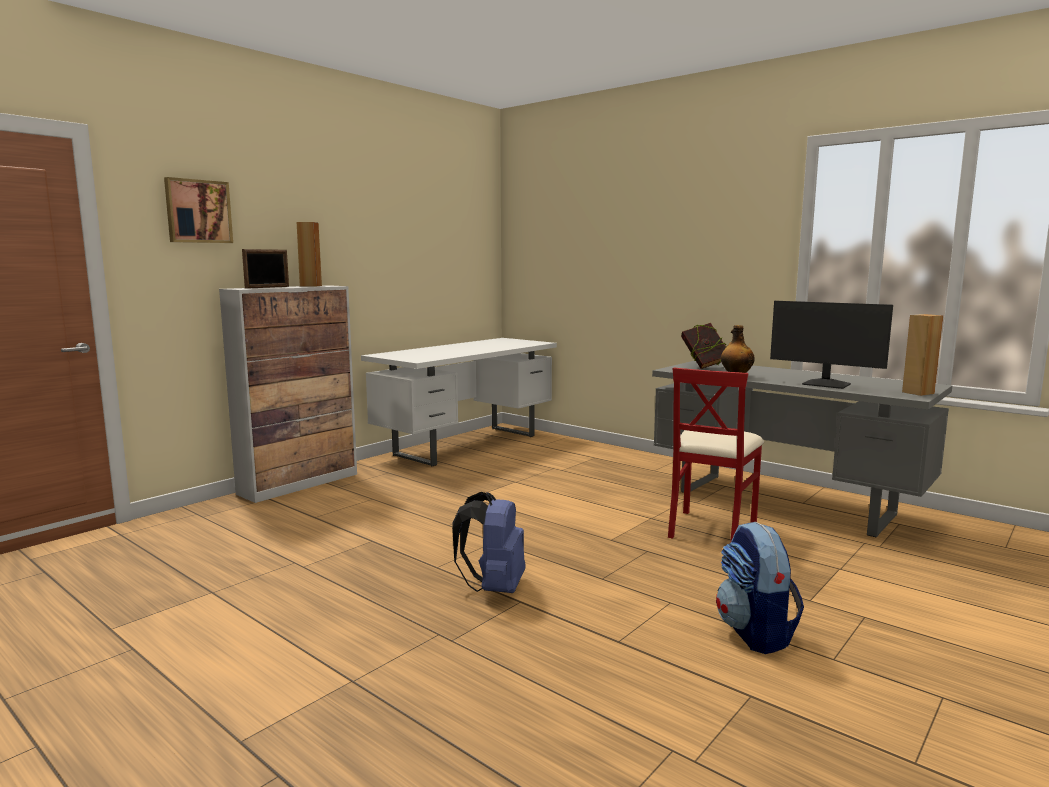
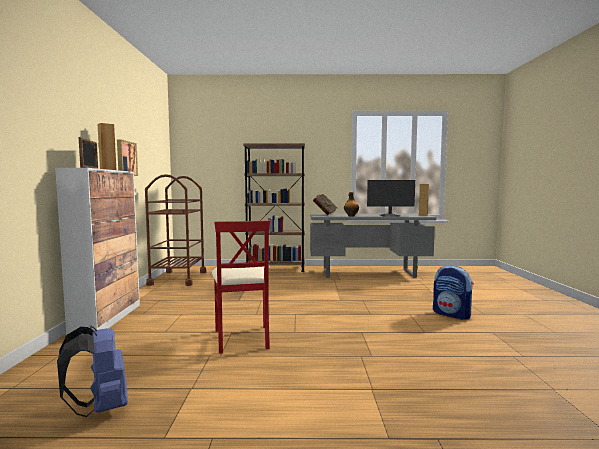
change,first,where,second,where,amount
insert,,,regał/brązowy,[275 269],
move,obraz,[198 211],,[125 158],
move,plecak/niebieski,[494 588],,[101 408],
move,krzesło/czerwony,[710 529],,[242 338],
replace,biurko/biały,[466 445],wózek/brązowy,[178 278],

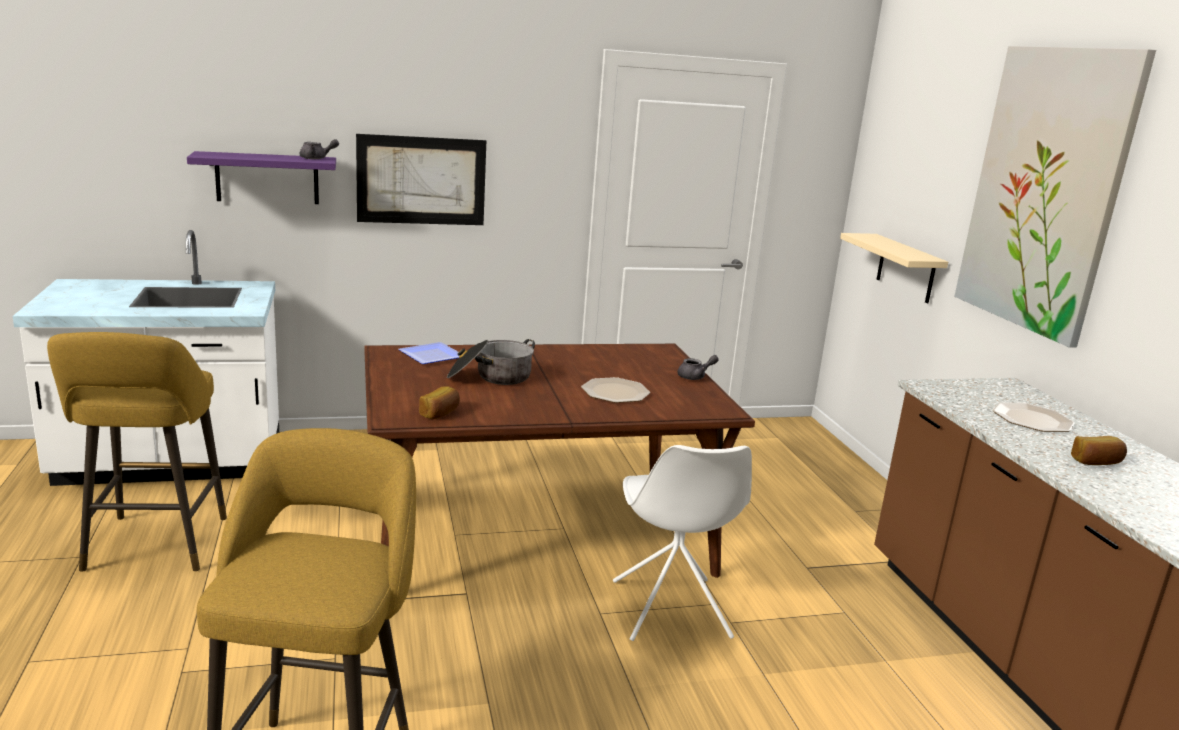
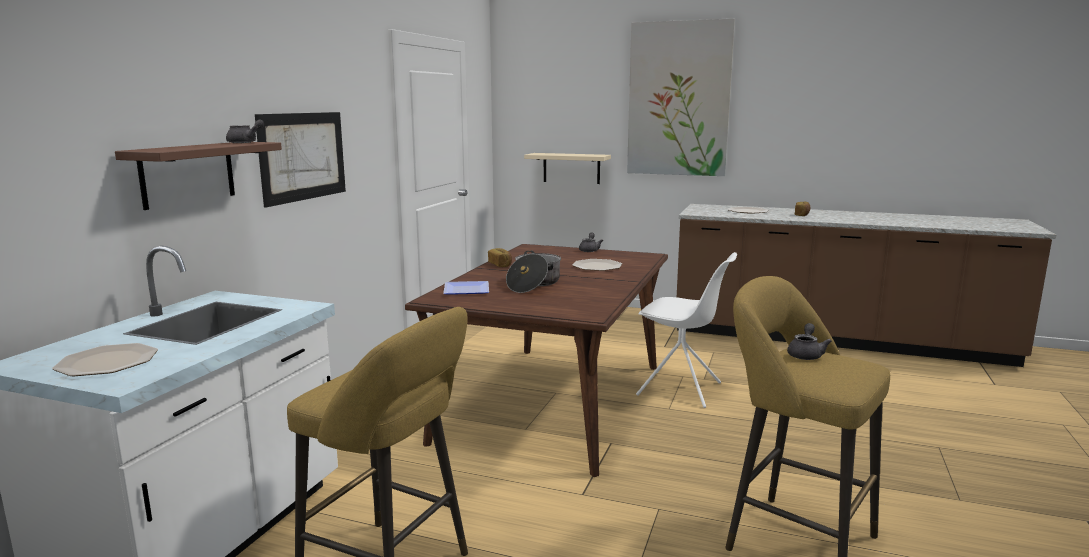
change,first,where,second,where,amount
insert,,,talerz,[106 362],
insert,,,imbryk/szary,[806 354],
move,chleb,[440 413],,[500 265],
recolor,półka/fioletowy,[267 178],półka/brązowy,[188 174],

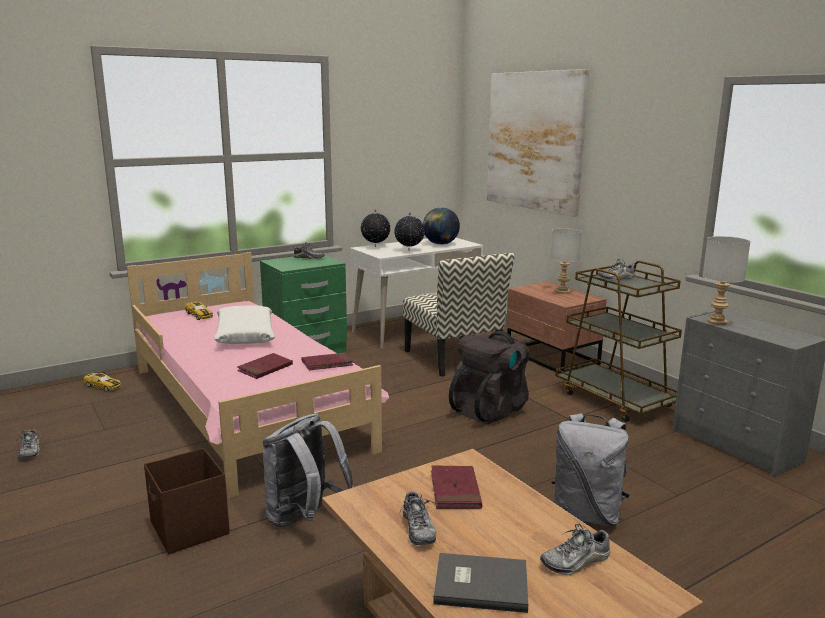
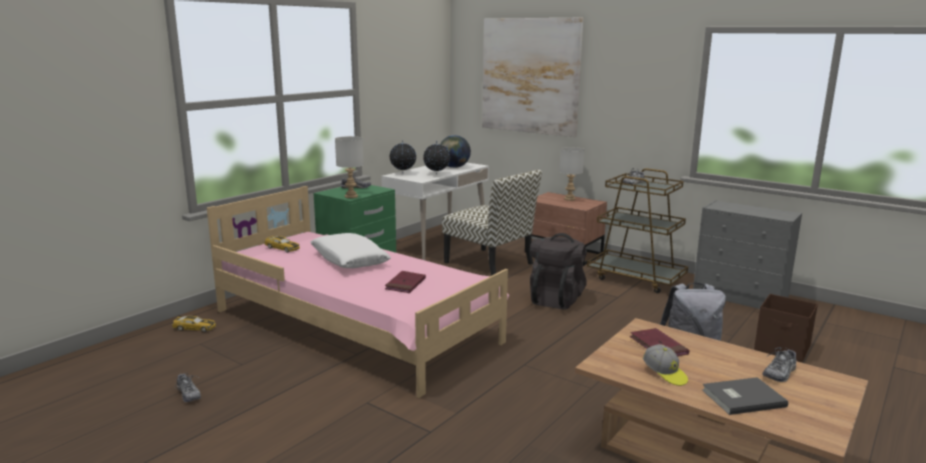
change,first,where,second,where,amount
delete,plecak/szary,[305 518],,,
delete,książka/czerwony,[327 364],,,
move,pojemnik do przechowywania/brązowy,[189 529],,[783 348],
move,lampa stołowa/szary,[717 322],,[351 196],
replace,but,[418 529],czapka z daszkiem,[665 374],

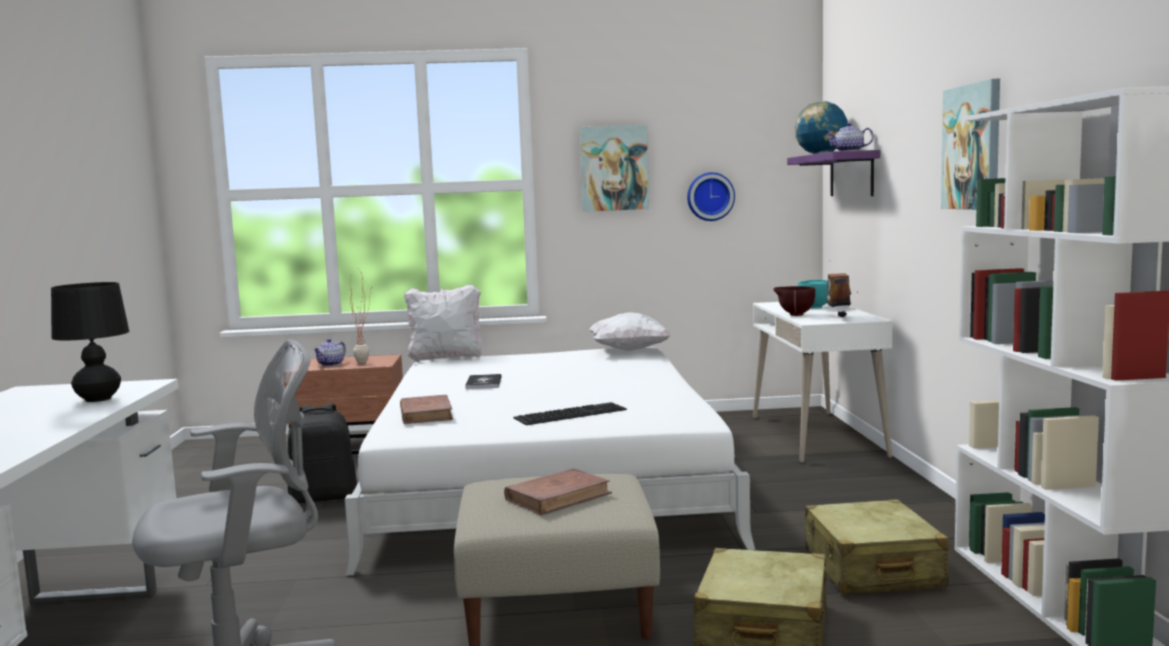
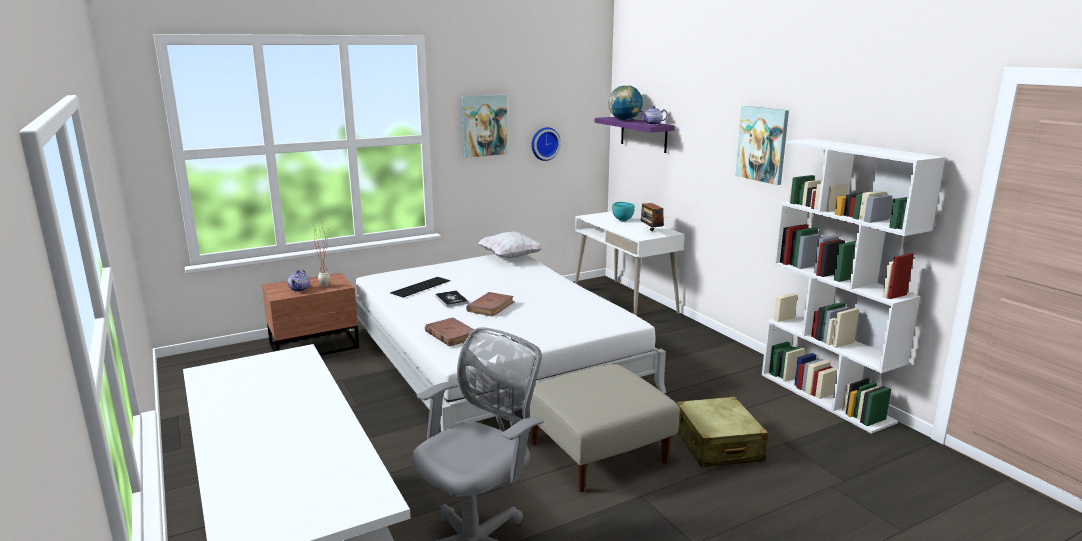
change,first,where,second,where,amount
delete,lampa stołowa/czarny,[98 399],,,
delete,plecak/czarny,[324 497],,,
delete,poduszka/biały,[446 358],,,
delete,miska/brązowy,[794 315],,,
delete,walizka/beżowy,[872 569],,,
move,książka/brązowy,[558 497],,[490 307],
move,klawiatura,[570 413],,[420 286],

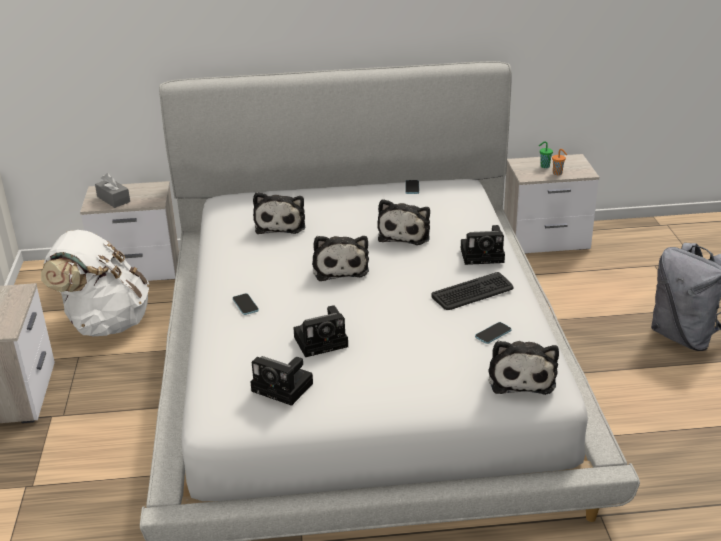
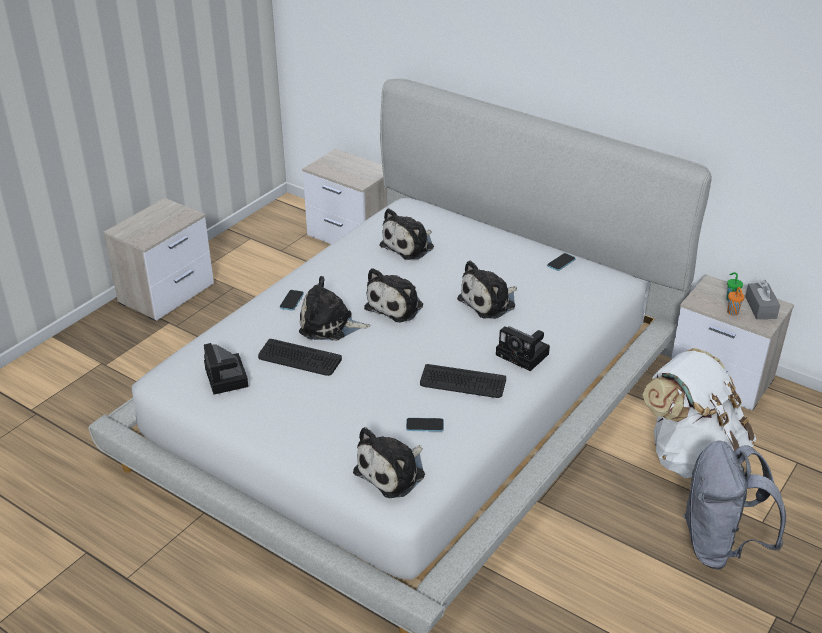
change,first,where,second,where,amount
insert,,,pluszak,[329 325],
move,plecak/biały,[105 323],,[691 456],
move,pudełko chusteczek/szary,[113 199],,[760 308],
replace,aparat fotograficzny,[323 341],klawiatura,[299 358],

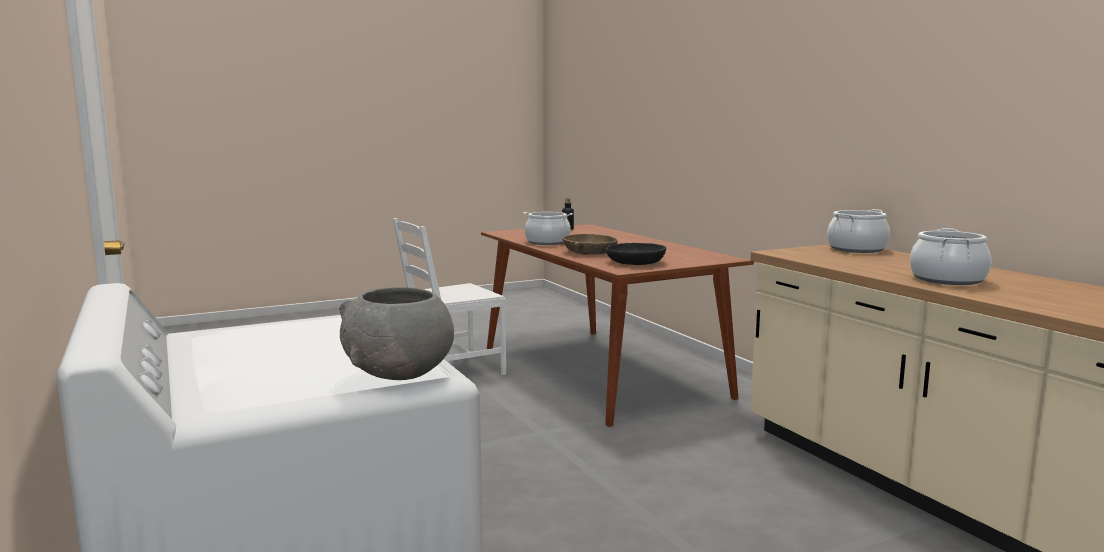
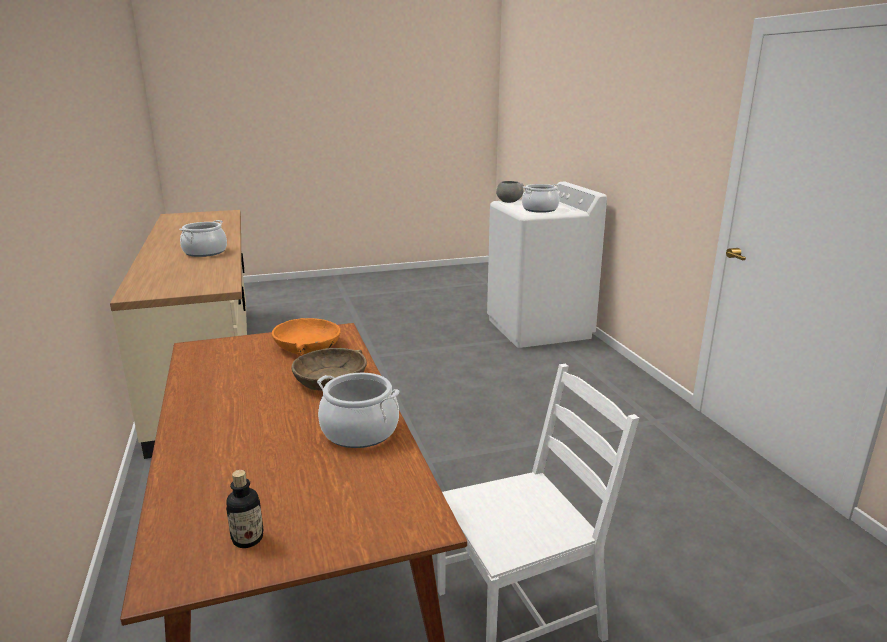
change,first,where,second,where,amount
move,garnek,[856 249],,[540 209],
recolor,miska/czarny,[635 262],miska/pomarańczowy,[307 346],

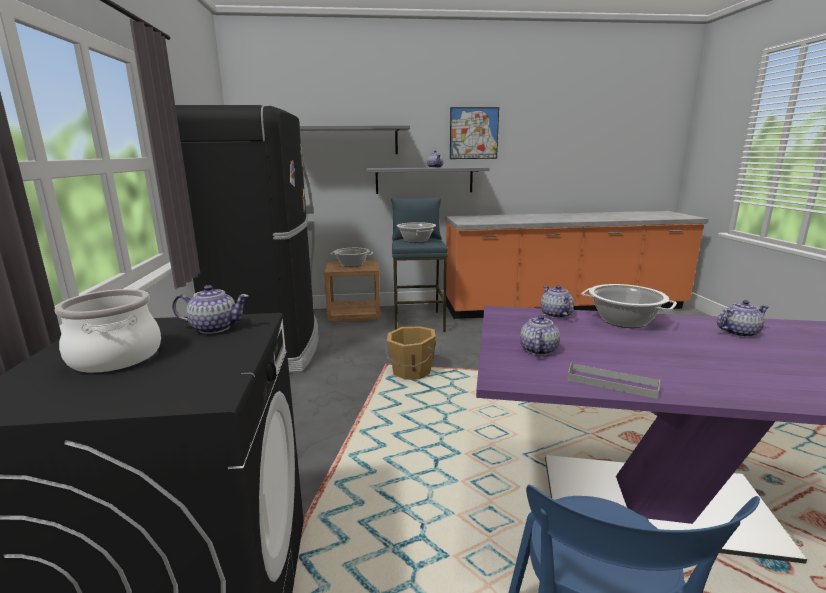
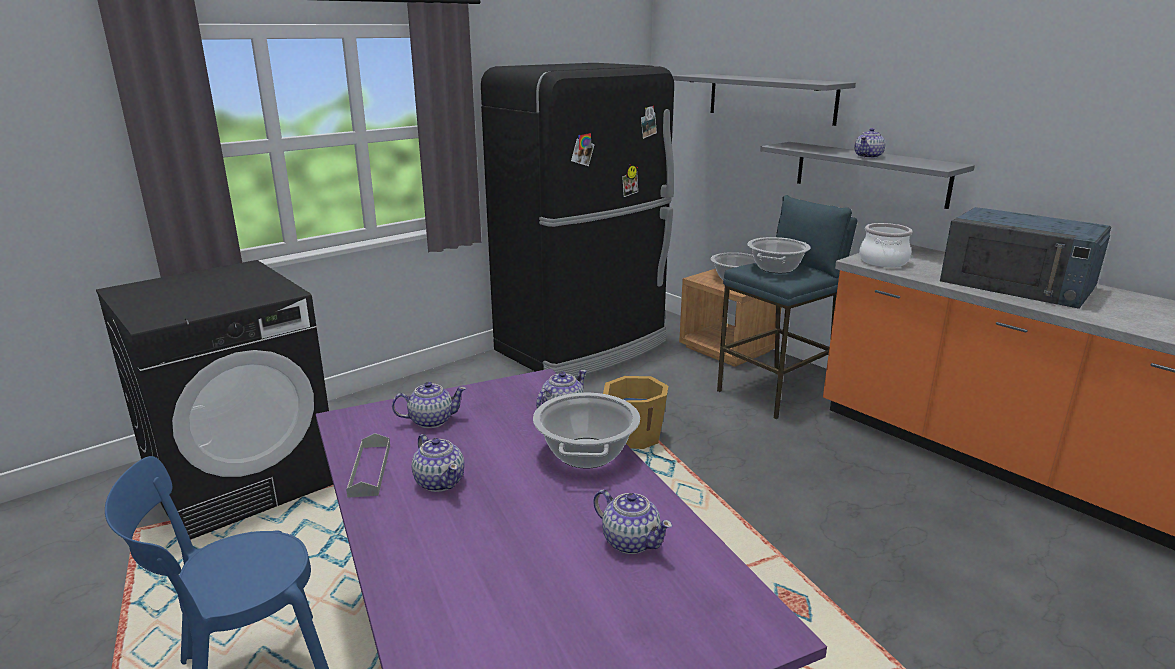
change,first,where,second,where,amount
delete,obraz,[474 133],,,
insert,,,mikrofalówka/niebieski,[1017 284],
move,garnek,[115 357],,[882 261],
move,imbryk,[214 328],,[440 481],

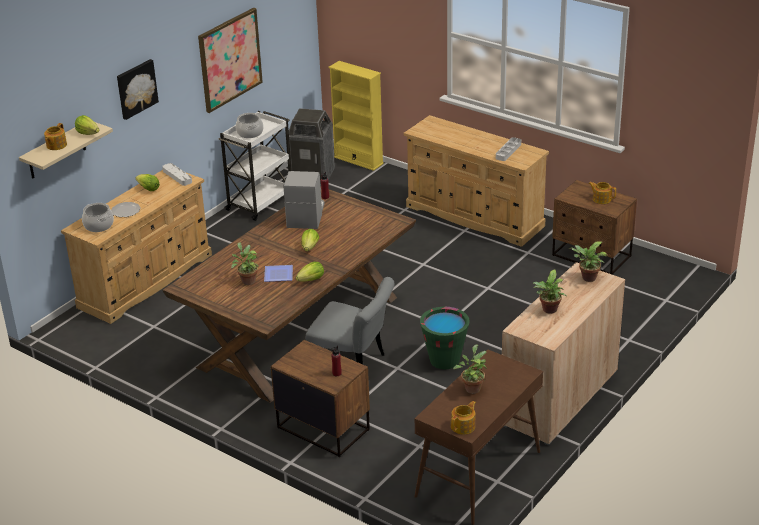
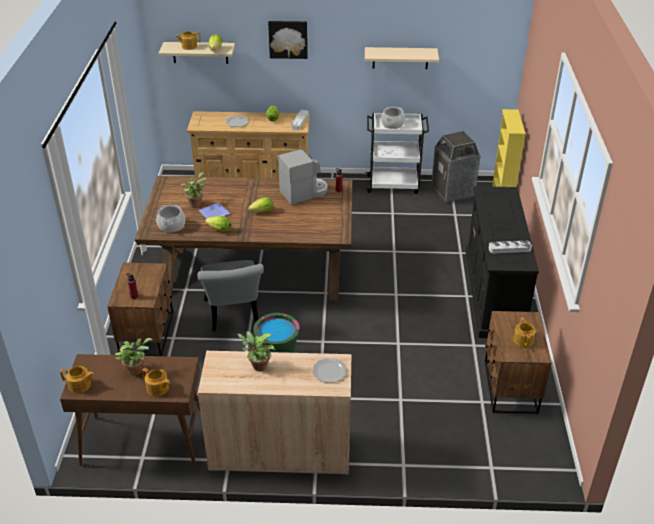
change,first,where,second,where,amount
insert,,,imbryk,[158 388],
move,garnek,[98 225],,[171 225],
replace,obraz,[230 59],półka/beżowy,[400 58],
replace,roślina doniczkowa,[587 278],talerz,[329 371],
recolor,komoda/beżowy,[475 216],komoda/czarny,[493 293],

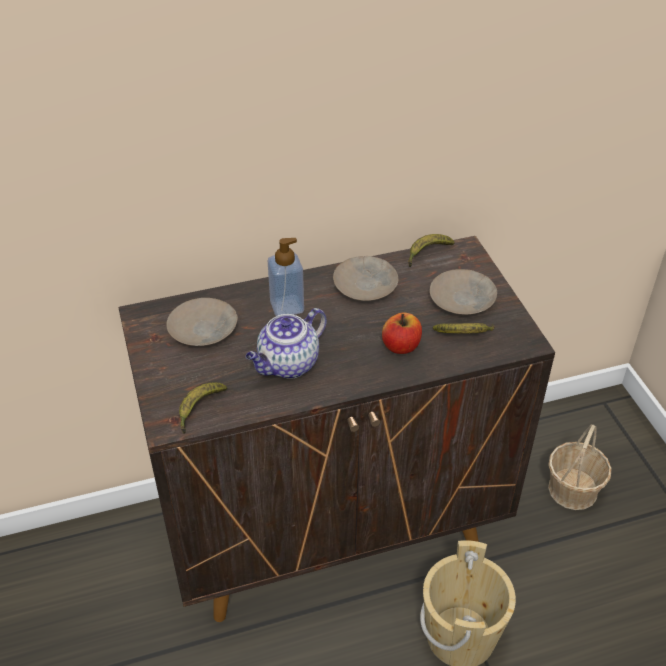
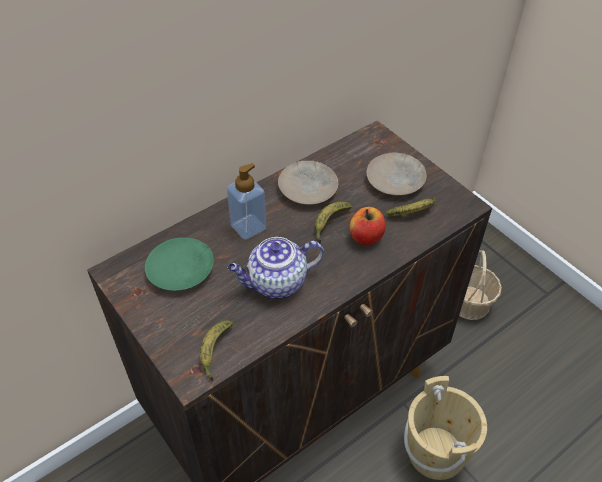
change,first,where,second,where,amount
move,banan,[427 253],,[329 224],
recolor,talerz/beżowy,[204 329],talerz/zielony,[181 269],
rotate,imbryk,[288 365],,[276 283],45 degrees clockwise

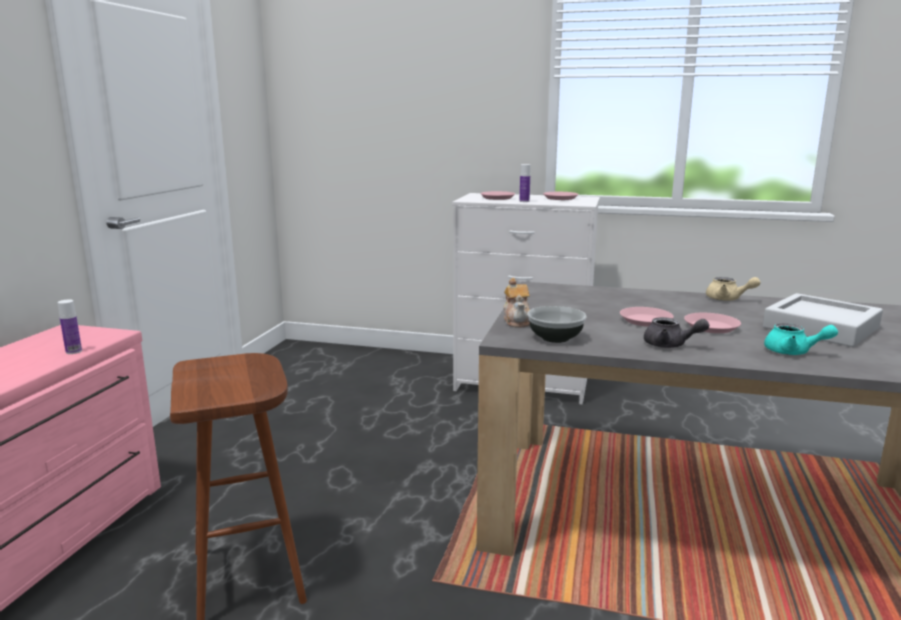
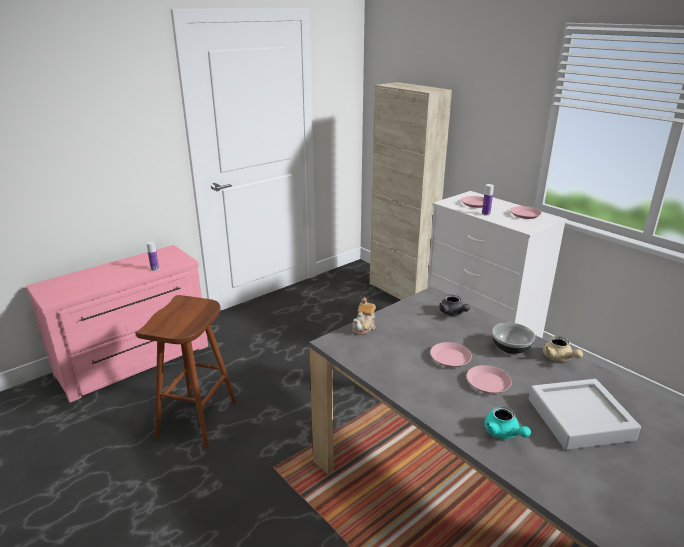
change,first,where,second,where,amount
insert,,,szafka/beżowy,[400 291],
move,miska,[555 338],,[511 348],
move,imbryk/szary,[670 345],,[453 313],

